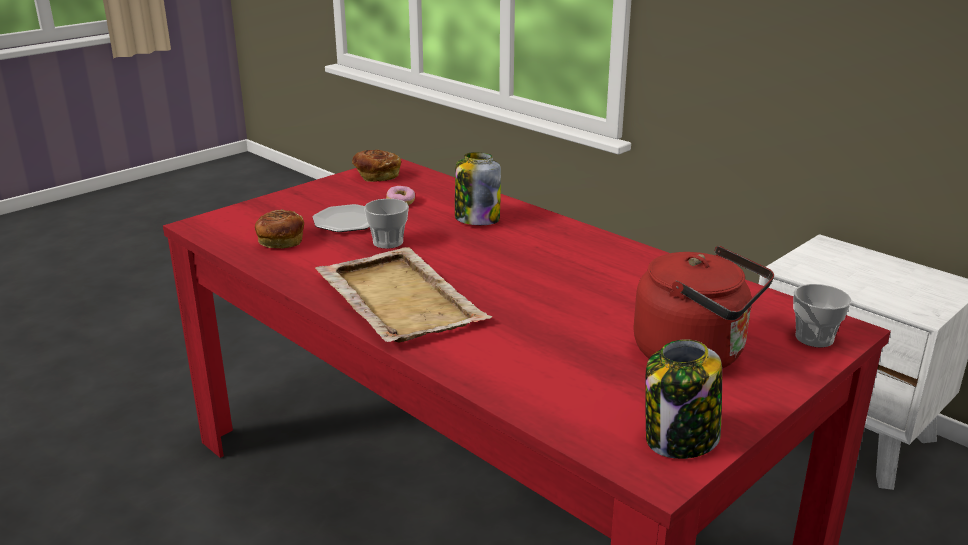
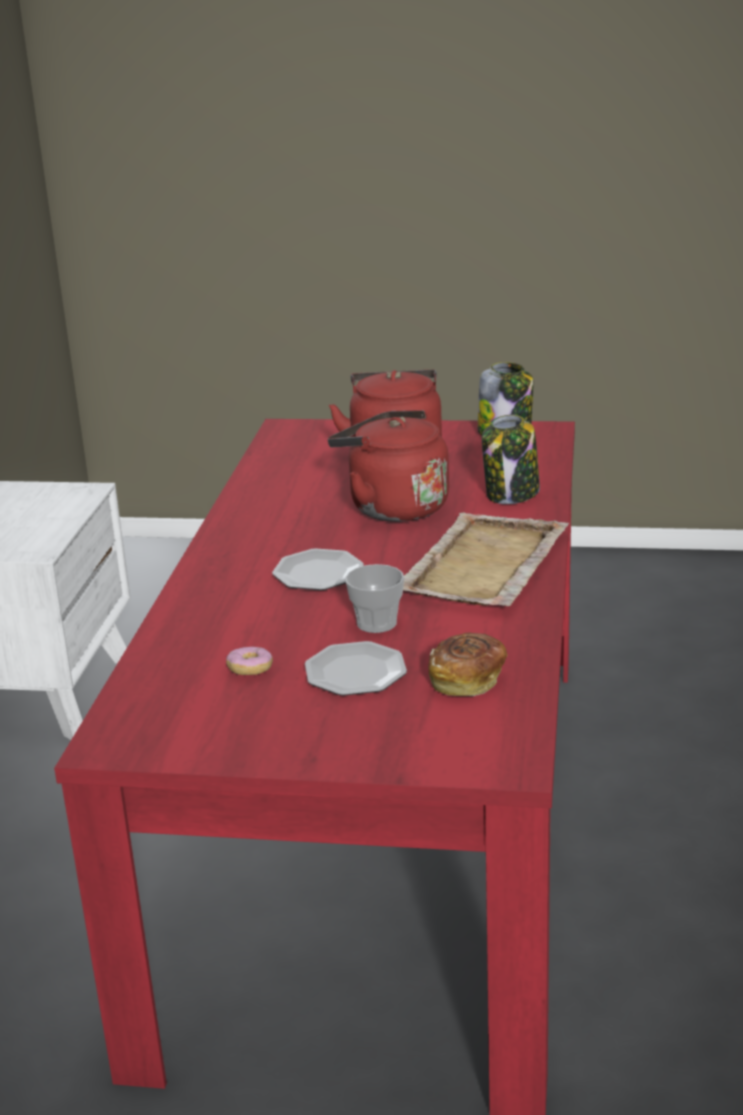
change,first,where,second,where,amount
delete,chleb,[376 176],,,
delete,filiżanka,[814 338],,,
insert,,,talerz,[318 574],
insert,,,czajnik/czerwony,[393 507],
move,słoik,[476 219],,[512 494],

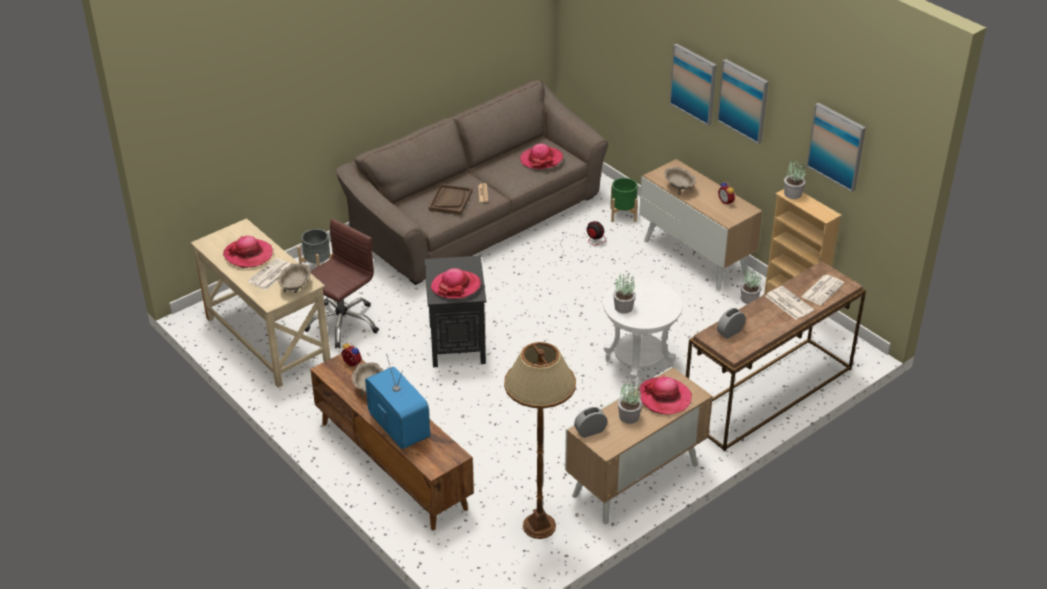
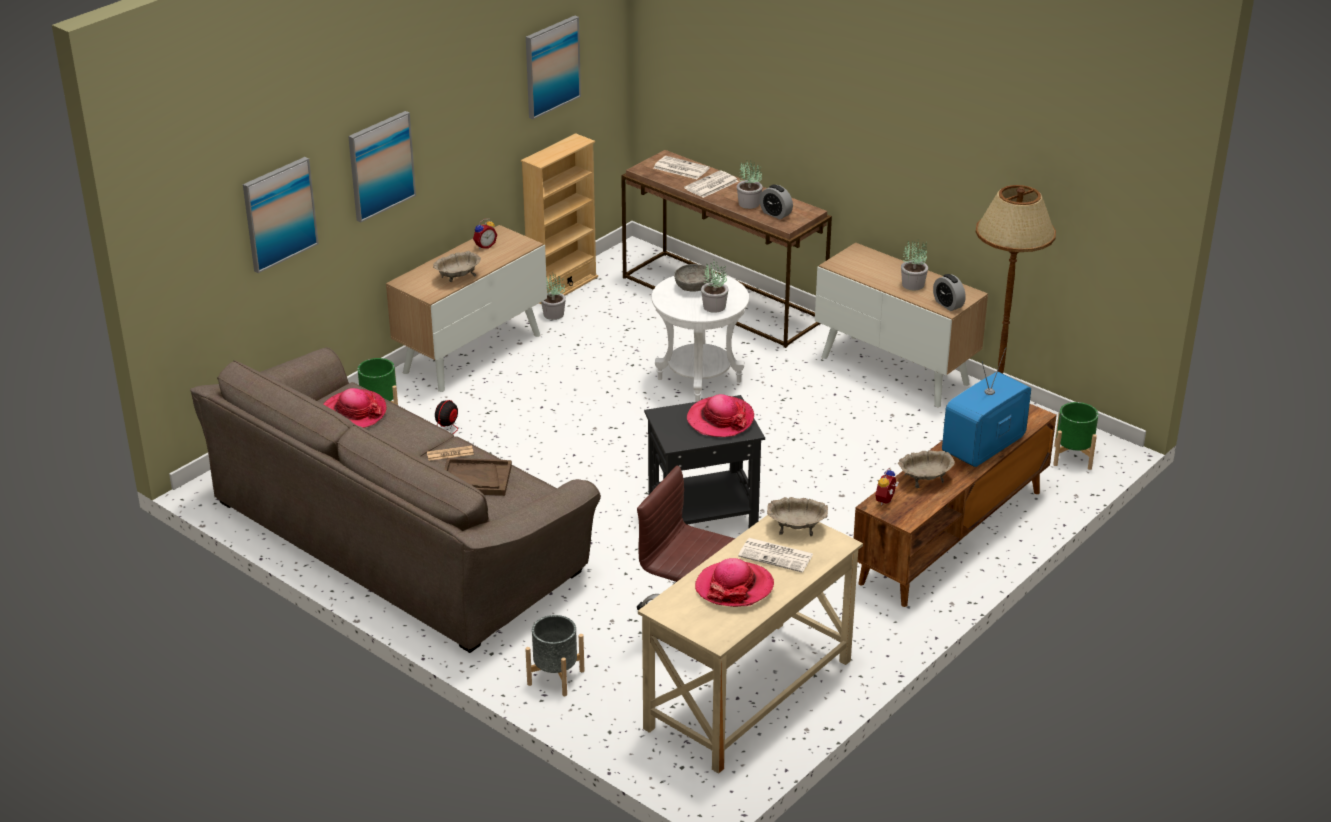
change,first,where,second,where,amount
delete,kapelusz,[664 397],,,
insert,,,miska/szary,[693 287],
insert,,,donica/zielony,[1072 457],
move,obraz,[743 100],,[279 214],
move,roślina doniczkowa,[792 194],,[748 204],

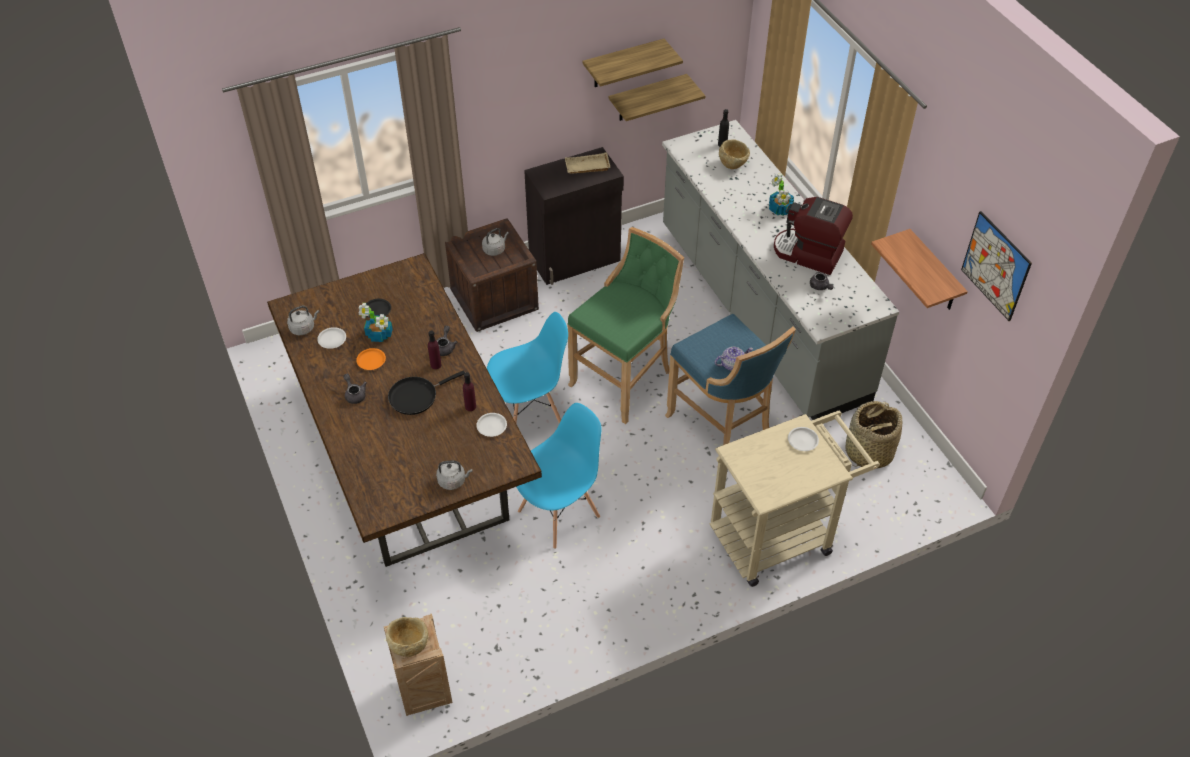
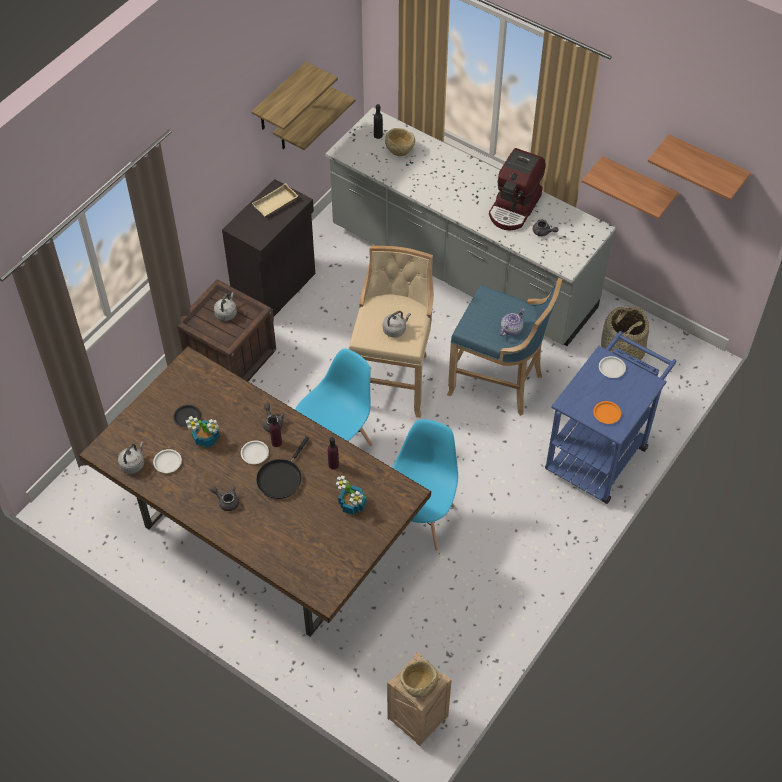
change,first,where,second,where,amount
move,talerz/pomarańczowy,[371 361],,[606 414],
move,czajnik/szary,[453 481],,[395 330],
move,talerz/biały,[491 426],,[254 453],
move,roślina doniczkowa,[780 209],,[352 505],
replace,obraz,[995 266],półka,[706 166],
recolor,stołek/zielony,[625 379],stołek/beżowy,[393 378],
recolor,wózek/beżowy,[780 535],wózek/niebieski,[600 451],
rotate,ekspres do kawy,[808 254],,[515 207],60 degrees counterclockwise

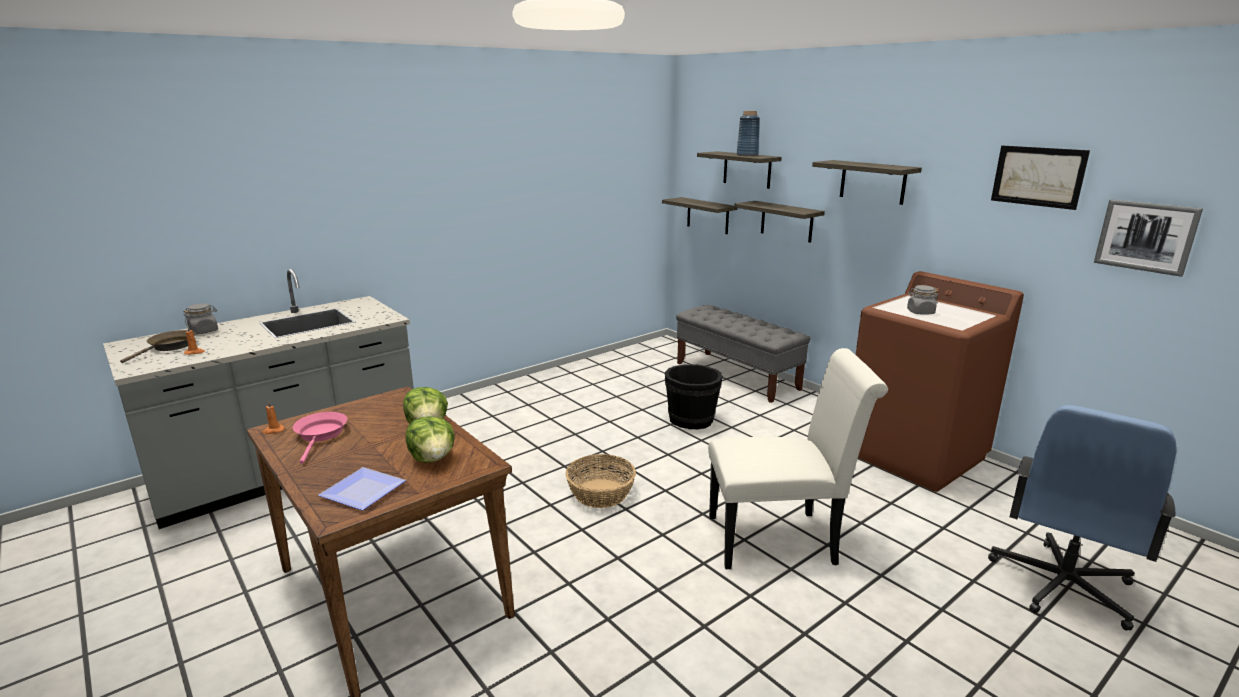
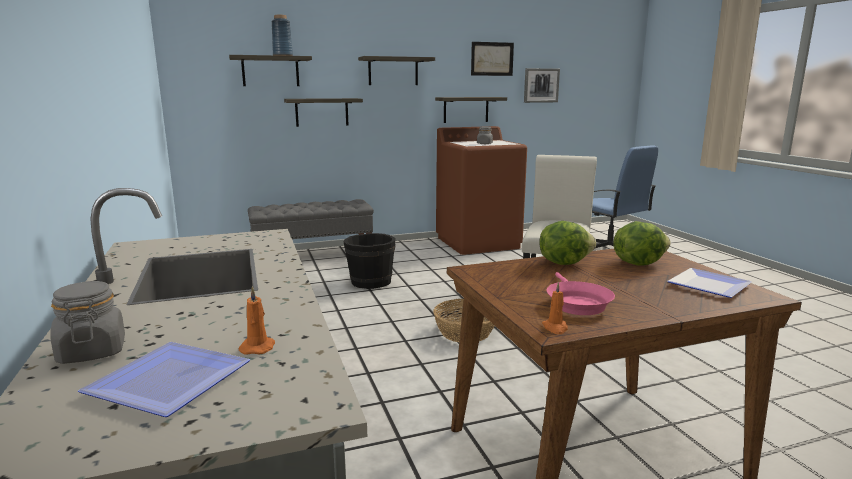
change,first,where,second,where,amount
move,półka,[707 215],,[466 109],
replace,patelnia/brązowy,[169 347],talerz,[169 379],
rotate,patelnia/różowy,[321 435],,[576 303],105 degrees counterclockwise

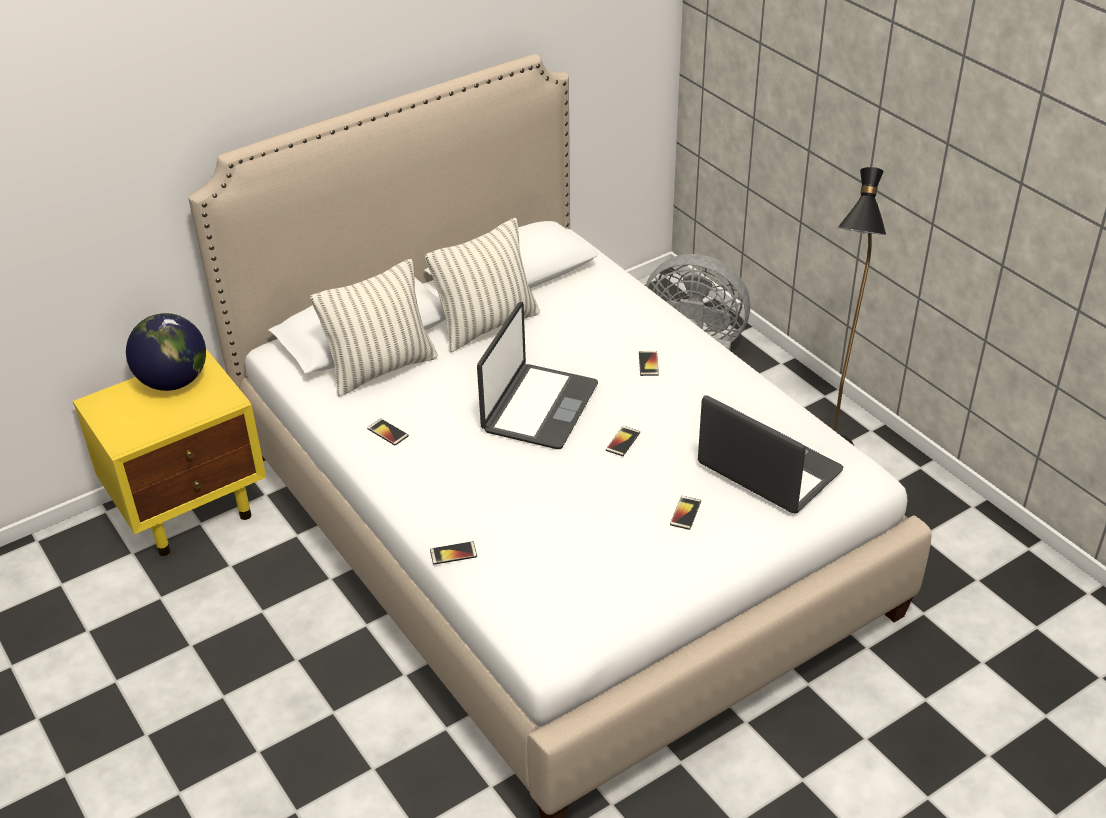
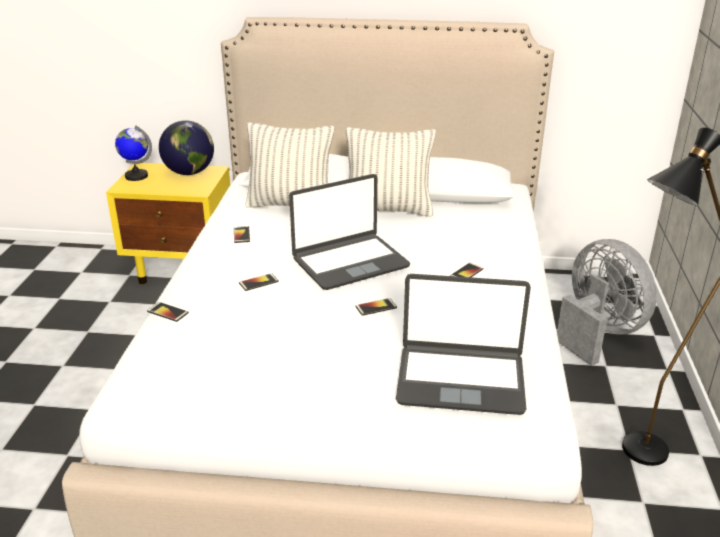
change,first,where,second,where,amount
insert,,,globus,[136 176],
move,telefon,[685 513],,[258 282],
rotate,laptop,[768 469],,[460 380],105 degrees clockwise

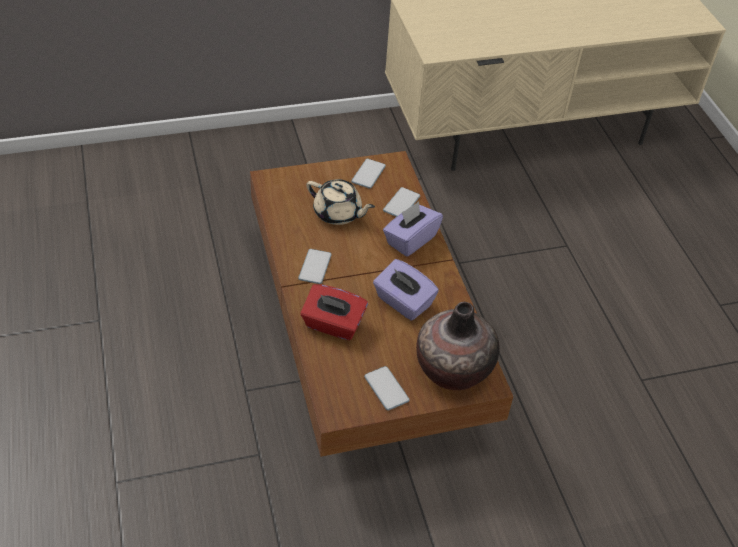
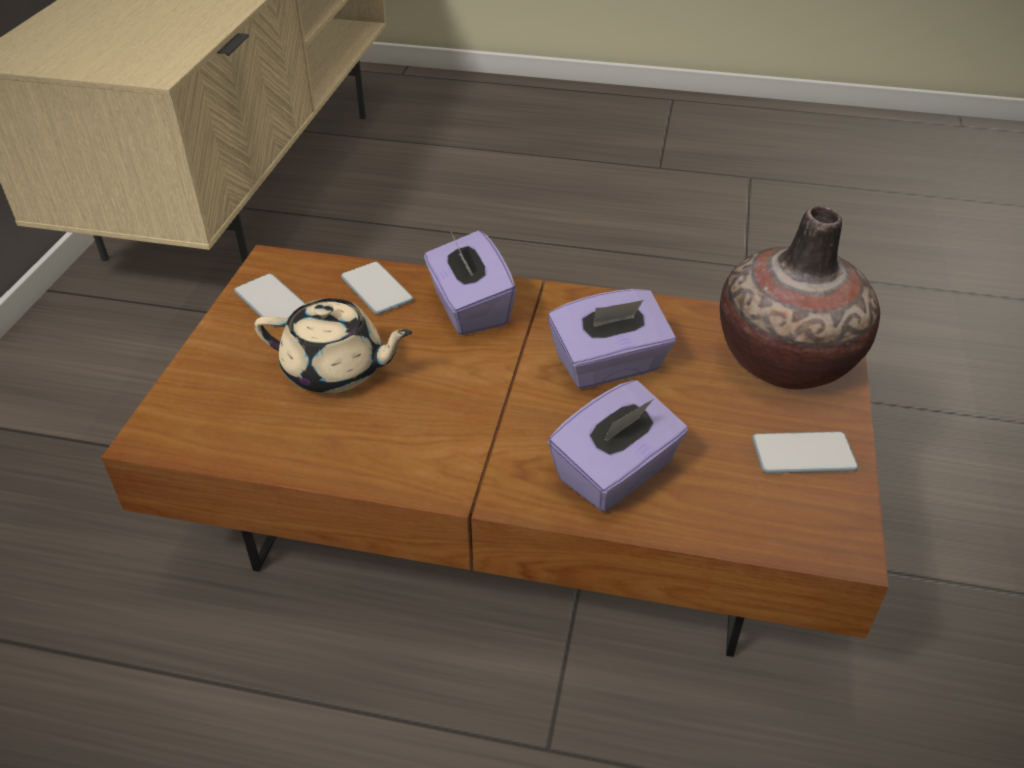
change,first,where,second,where,amount
delete,telefon,[315 267],,,
recolor,pudełko chusteczek/czerwony,[333 325],pudełko chusteczek/fioletowy,[616 473],
rotate,imbryk/beżowy,[338 213],,[336 370],45 degrees clockwise

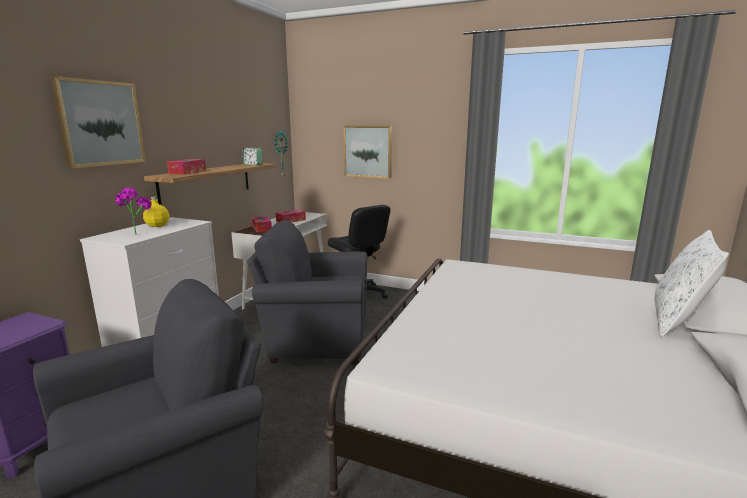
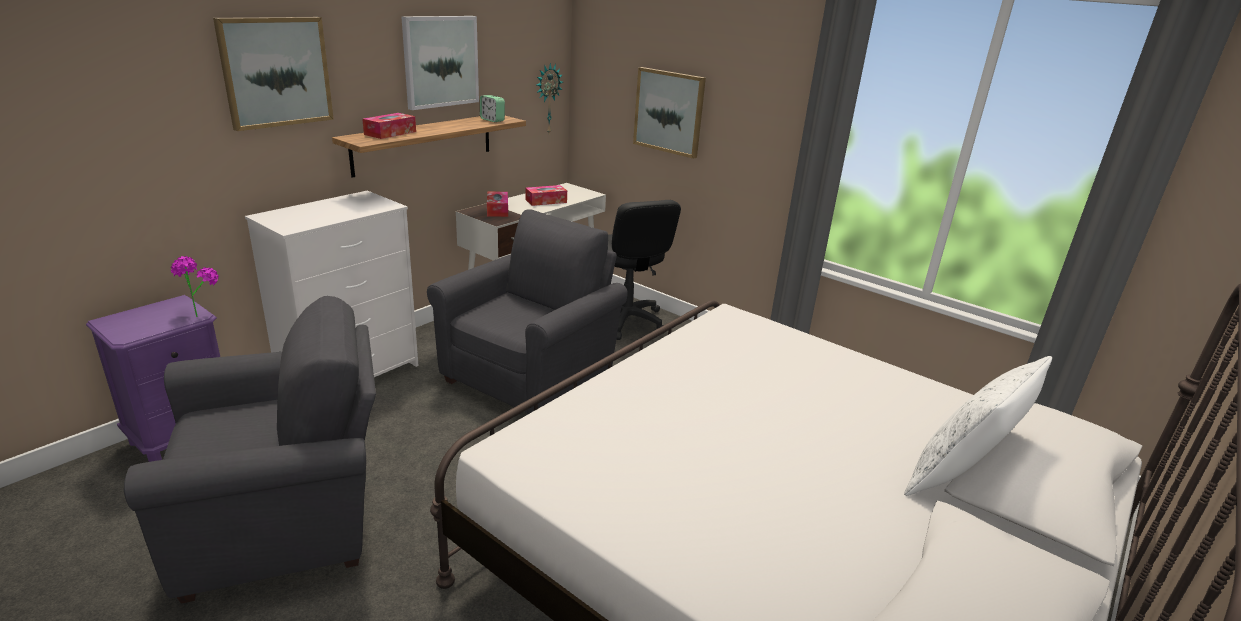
change,first,where,second,where,amount
delete,butelka/żółty,[157 225],,,
insert,,,obraz,[440 61],
move,roślina doniczkowa,[136 233],,[200 313],
rotate,fotel/szary,[315 339],,[533 377],105 degrees clockwise

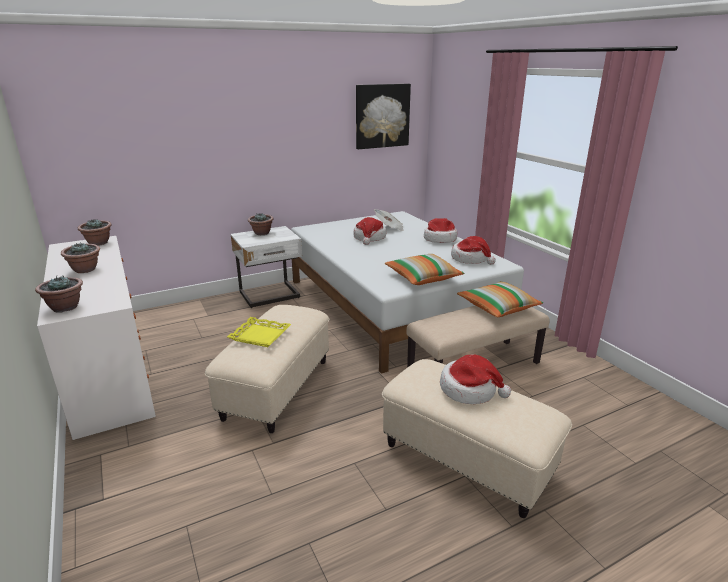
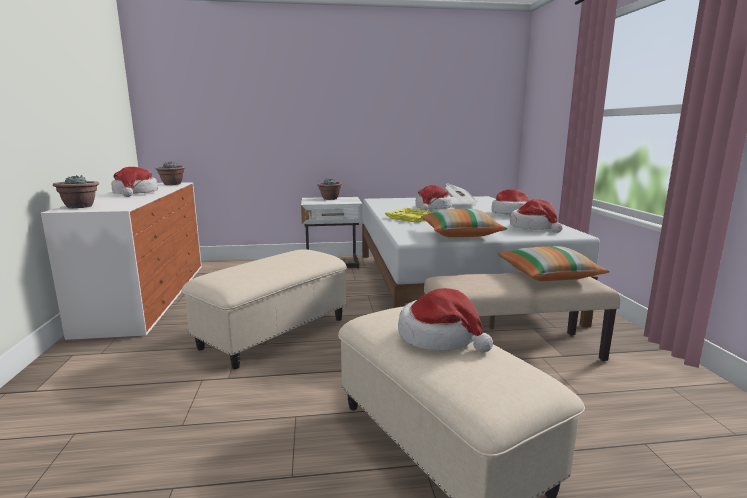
change,first,where,second,where,amount
delete,obraz,[382 116],,,
move,taca/żółty,[260 335],,[412 218],
replace,roślina doniczkowa,[85 270],kapelusz,[135 193],

